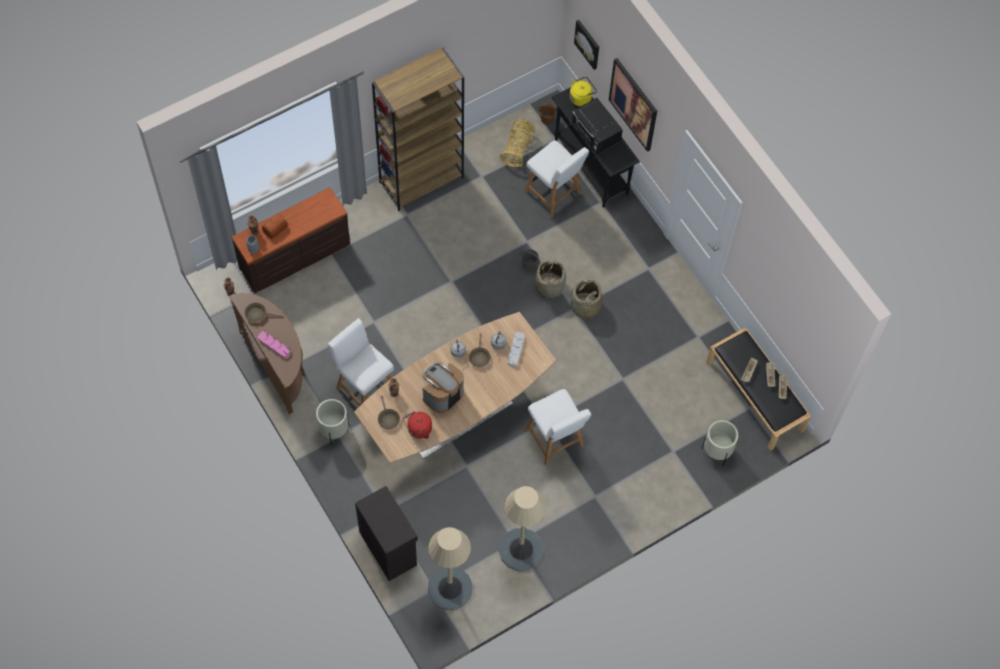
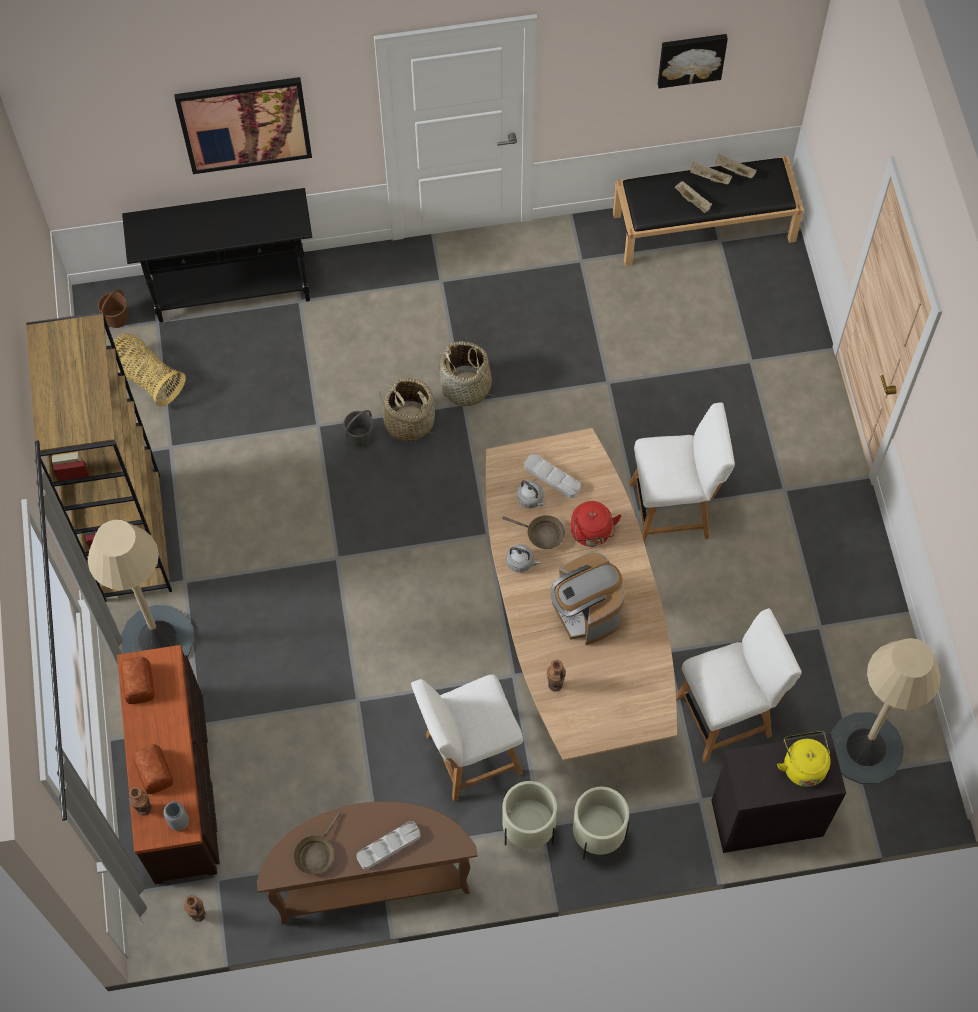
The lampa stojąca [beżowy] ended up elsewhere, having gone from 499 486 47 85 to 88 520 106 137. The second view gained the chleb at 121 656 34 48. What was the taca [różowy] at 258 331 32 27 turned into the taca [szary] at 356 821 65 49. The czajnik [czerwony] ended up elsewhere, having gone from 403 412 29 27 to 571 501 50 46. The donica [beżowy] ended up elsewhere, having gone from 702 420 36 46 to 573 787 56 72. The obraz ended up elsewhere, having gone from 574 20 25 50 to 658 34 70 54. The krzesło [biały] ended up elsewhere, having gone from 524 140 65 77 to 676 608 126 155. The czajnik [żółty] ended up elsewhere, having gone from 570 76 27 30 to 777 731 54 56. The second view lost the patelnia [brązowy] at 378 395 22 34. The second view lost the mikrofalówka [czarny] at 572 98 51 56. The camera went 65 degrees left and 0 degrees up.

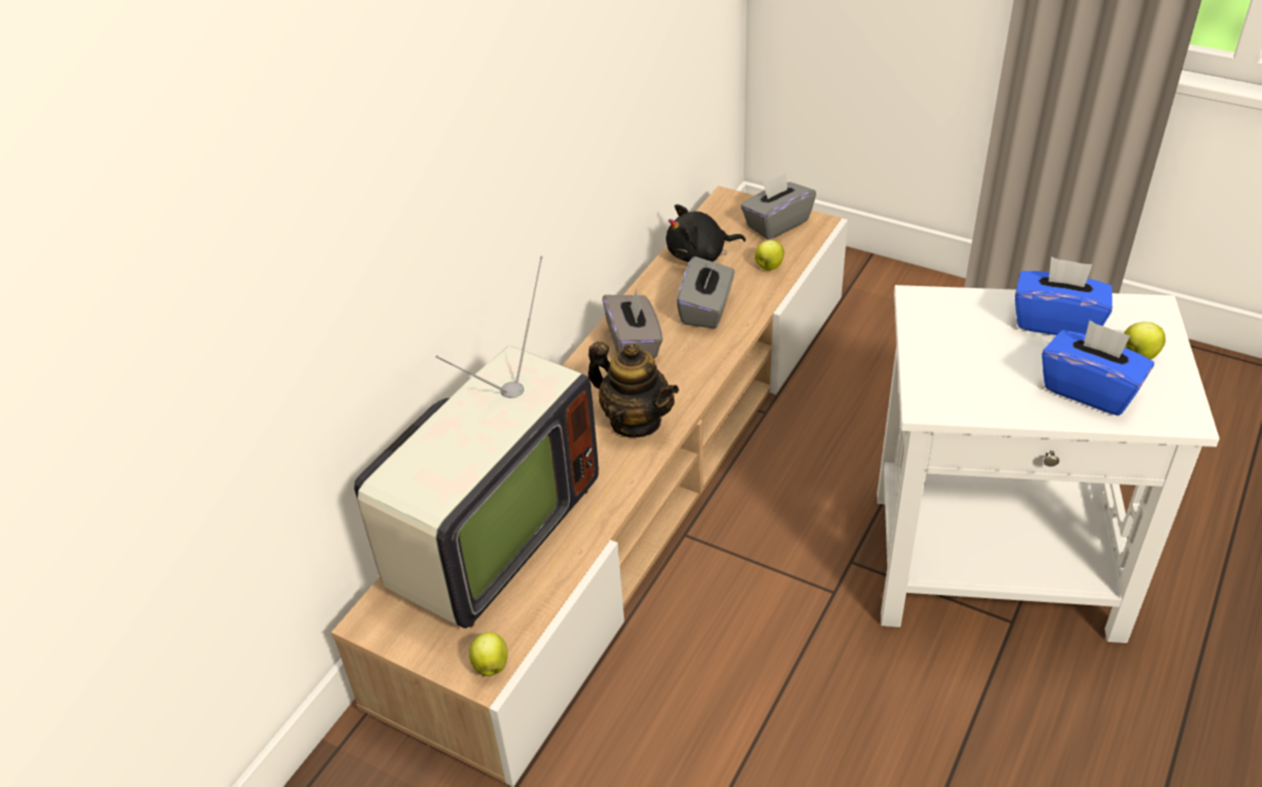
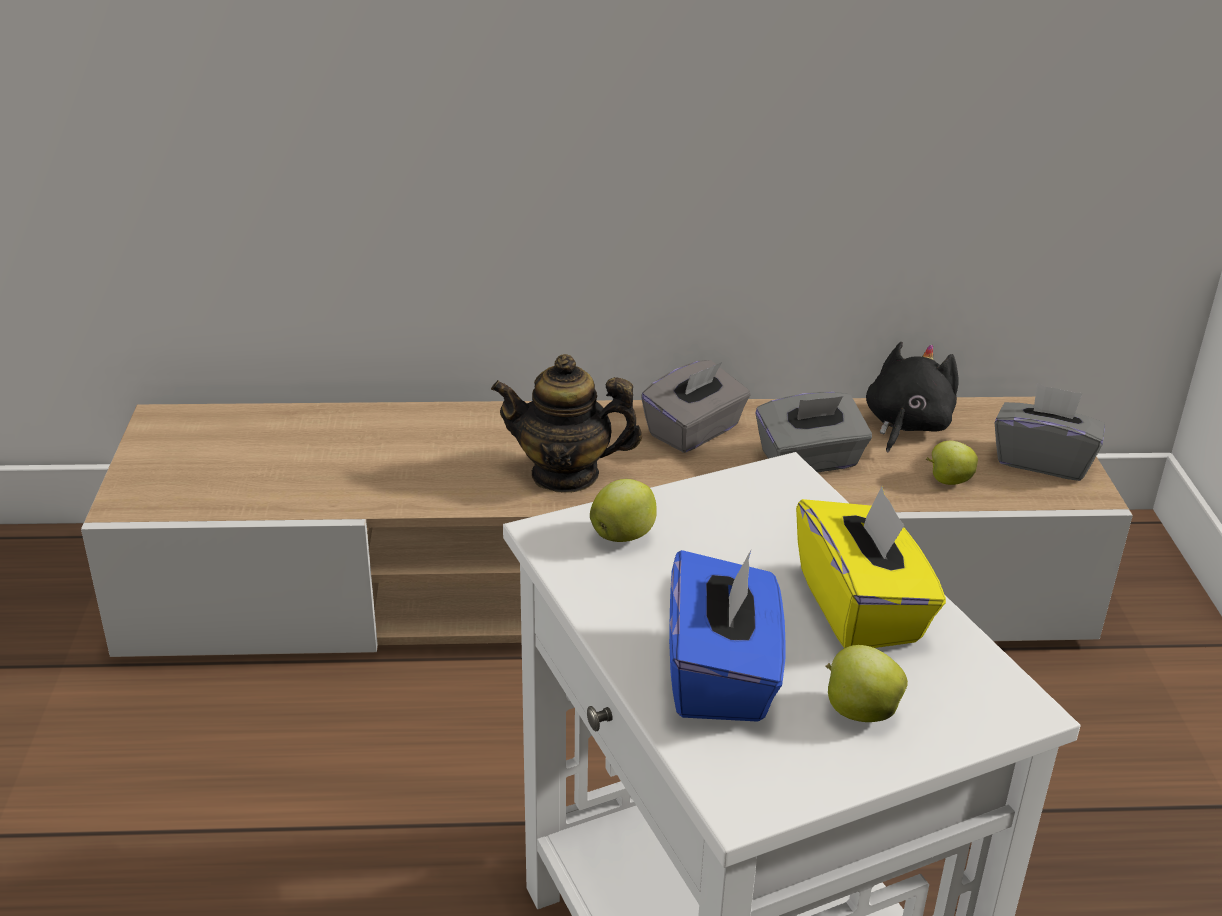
The imbryk at 588 341 91 97 ended up facing another way, 90 degrees clockwise from before. The jabłko ended up elsewhere, having gone from 469 632 39 44 to 590 479 66 63. What was the pudełko chusteczek [niebieski] at 1015 257 97 78 turned into the pudełko chusteczek [żółty] at 796 486 150 162. The pluszak [czarny] at 666 204 80 58 ended up facing another way, 75 degrees clockwise from before. The second view lost the telewizor at 354 256 245 372. The camera went 55 degrees right and 10 degrees down.

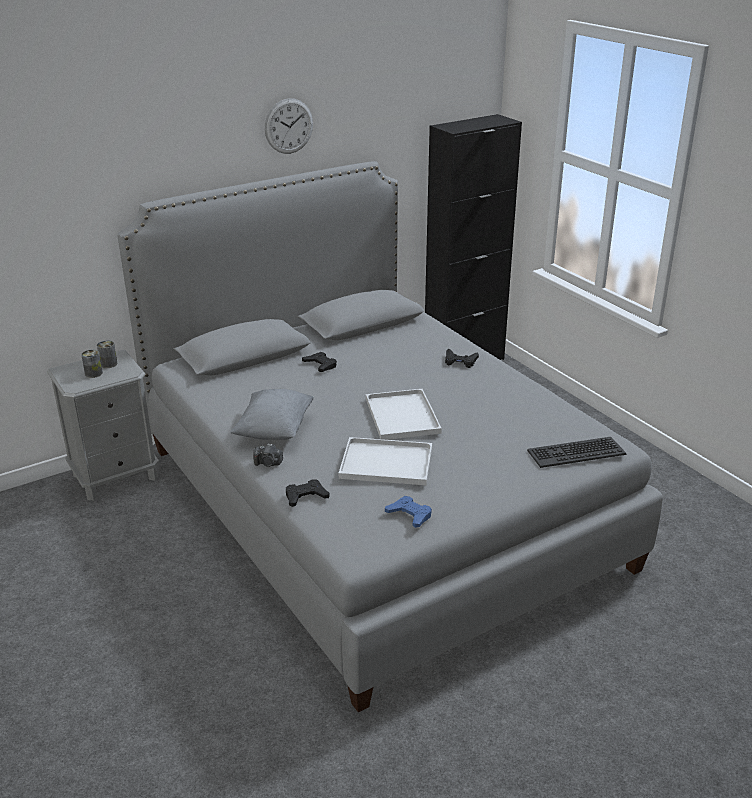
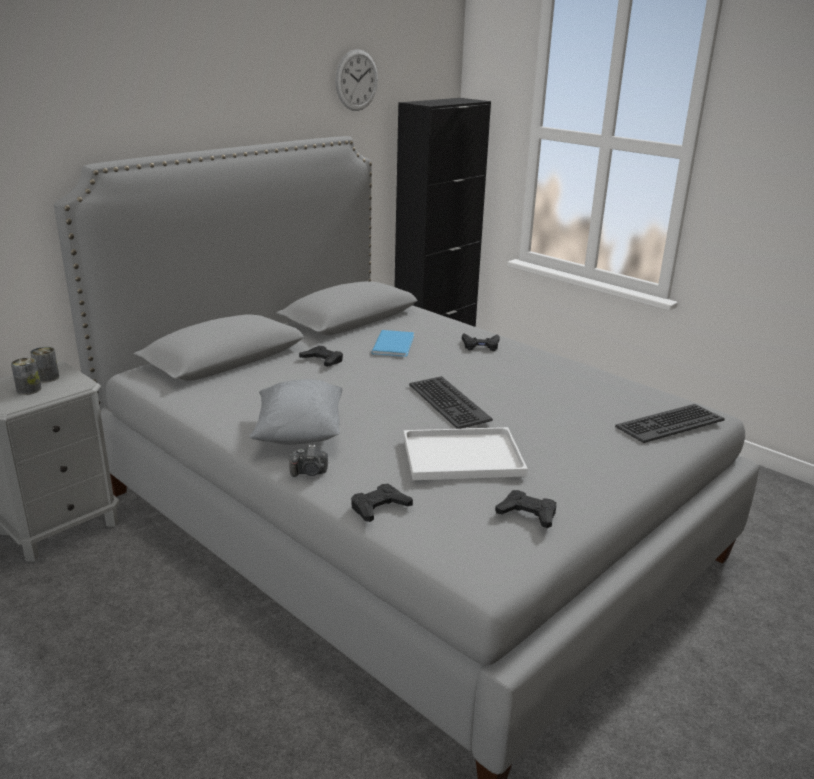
The zegar ścienny ended up elsewhere, having gone from 265 98 48 56 to 335 49 43 62. The second view gained the książka [niebieski] at 371 330 43 27. Where the taca [biały] stood at 366 389 76 51, the klawiatura came to stand at 409 376 84 53. What was the pad do gier [niebieski] at 385 496 47 32 turned into the pad do gier [czarny] at 495 490 61 38. The camera went 15 degrees left and 5 degrees down.

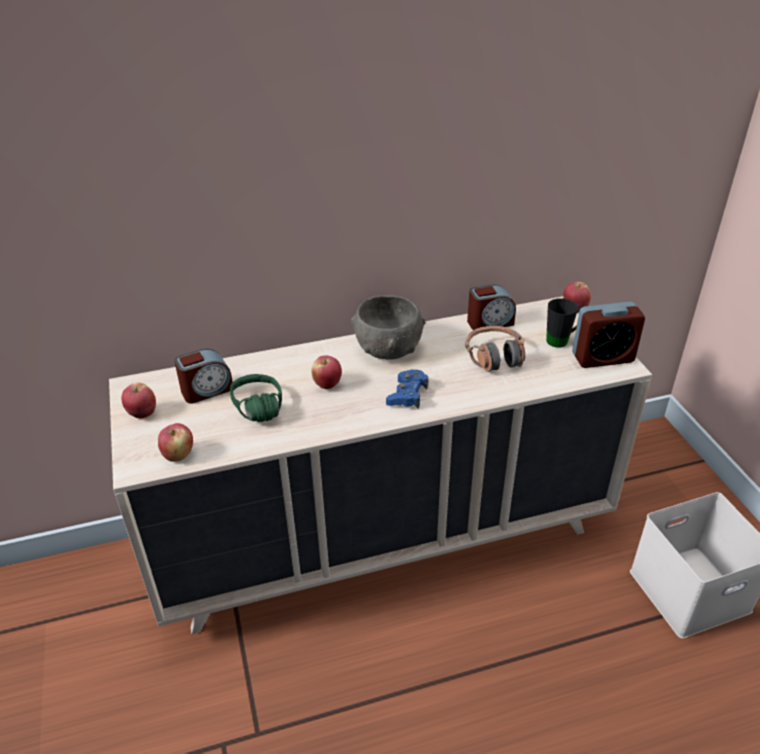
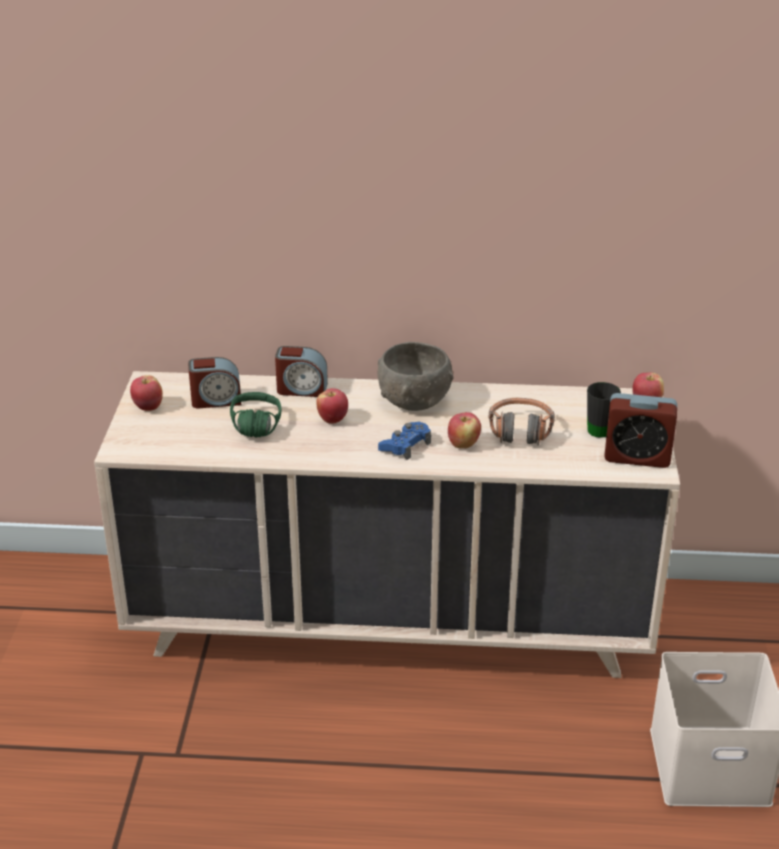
The budzik ended up elsewhere, having gone from 467 285 49 45 to 275 346 53 51. The jabłko ended up elsewhere, having gone from 158 423 35 39 to 448 412 33 37. The camera went 20 degrees right and 5 degrees down.

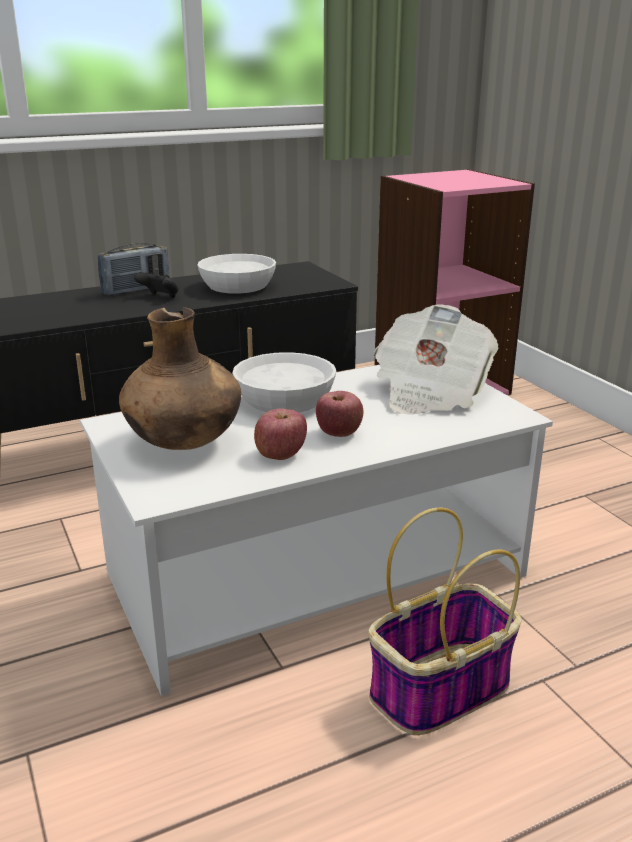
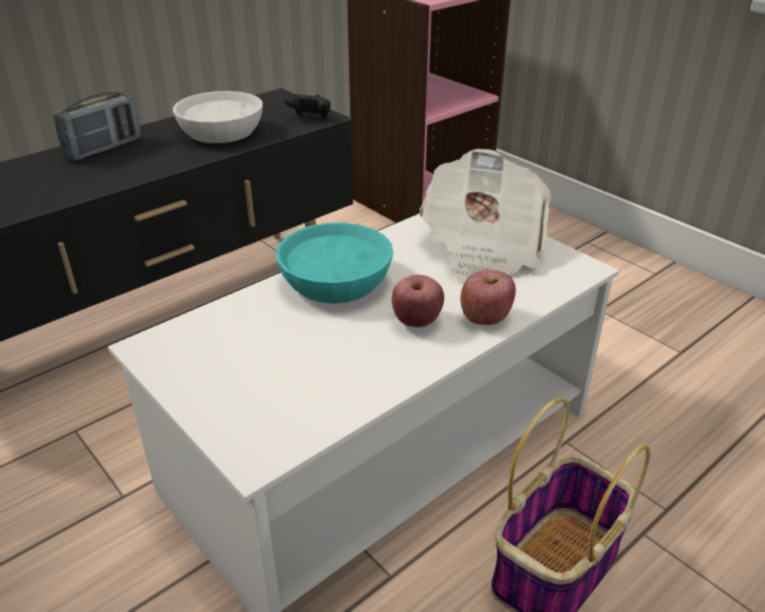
What was the miska [biały] at 232 352 104 60 turned into the miska [turkusowy] at 275 223 118 81. The pad do gier [czarny] ended up elsewhere, having gone from 134 273 45 25 to 284 94 47 24. The jabłko ended up elsewhere, having gone from 254 408 53 52 to 460 270 56 55. The second view lost the wazon [brązowy] at 119 307 122 143. The camera went 15 degrees left and 10 degrees up.

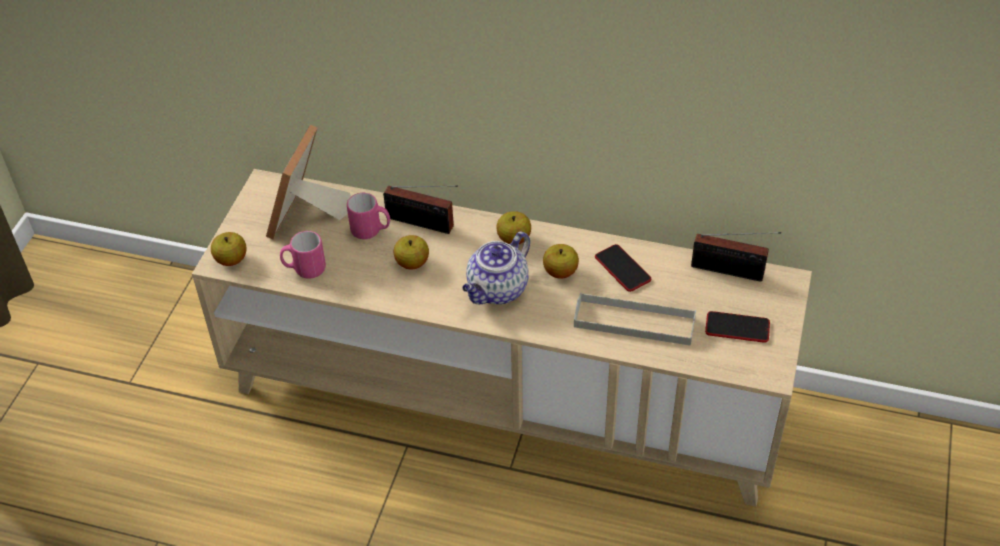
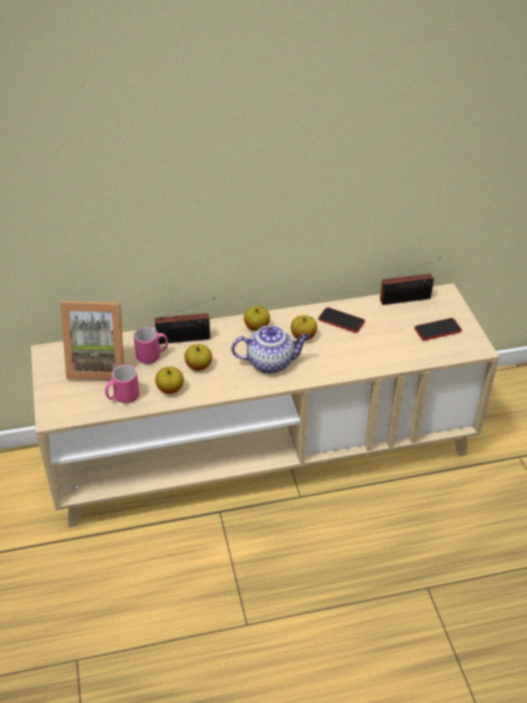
The ramka na zdjęcie at 266 125 85 114 ended up facing another way, 75 degrees counterclockwise from before. The jabłko ended up elsewhere, having gone from 211 232 36 34 to 155 367 29 27. The imbryk at 462 232 68 72 ended up facing another way, 105 degrees counterclockwise from before. The second view lost the taca [szary] at 574 292 122 54. The camera went 30 degrees left and 5 degrees down.

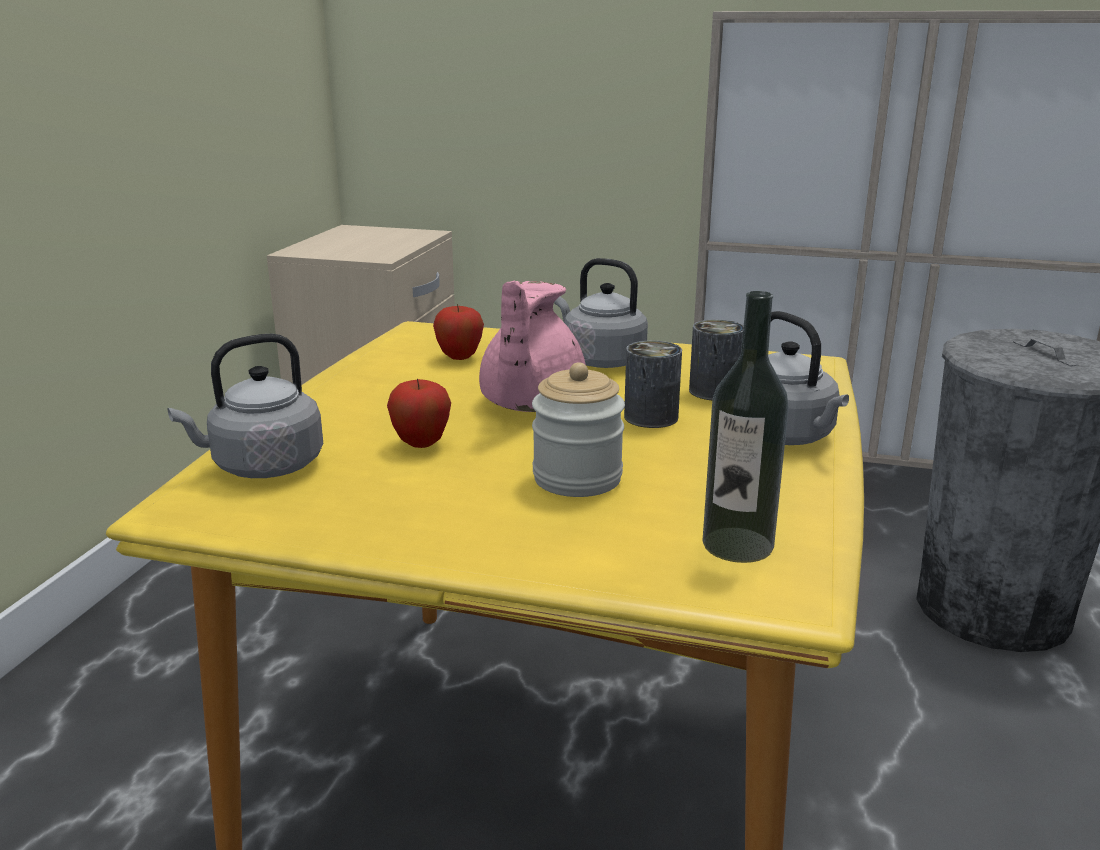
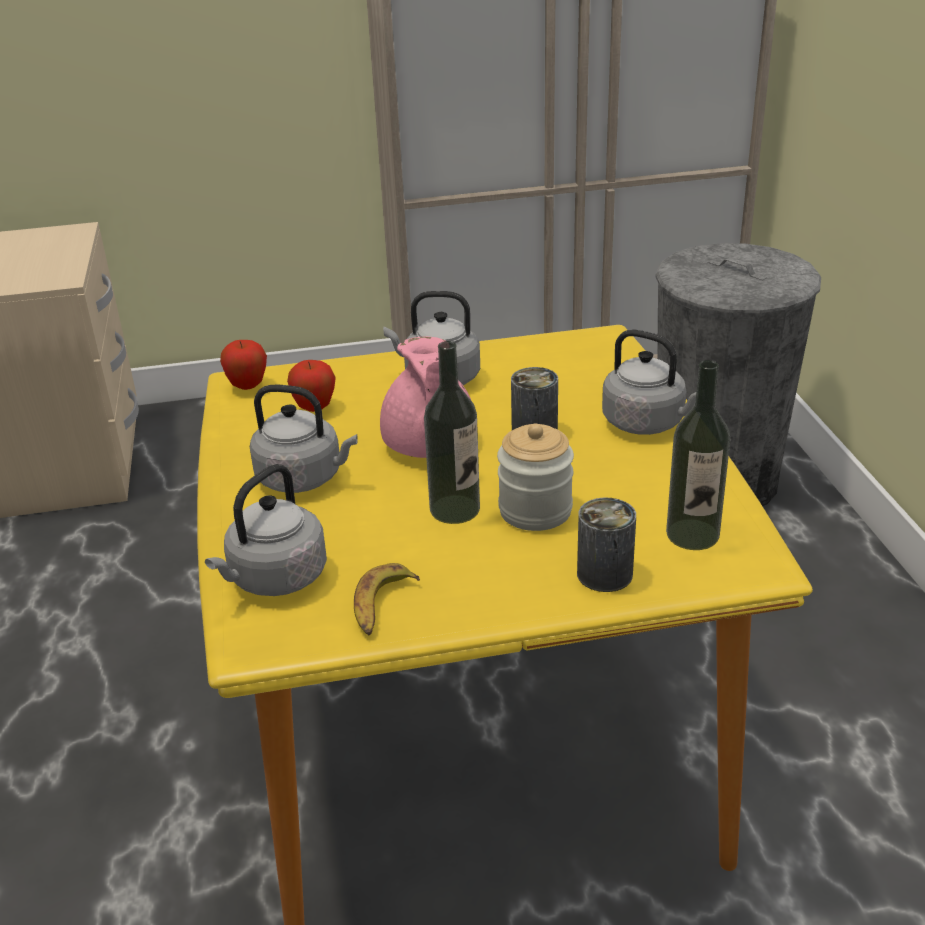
The jabłko ended up elsewhere, having gone from 387 379 64 69 to 220 340 47 50. The second view gained the czajnik [szary] at 250 385 108 108. The second view gained the banan at 354 563 66 72. The second view gained the butelka at 424 341 56 183. The puszka ended up elsewhere, having gone from 689 320 54 80 to 577 498 59 94. The camera went 25 degrees left and 10 degrees up.

